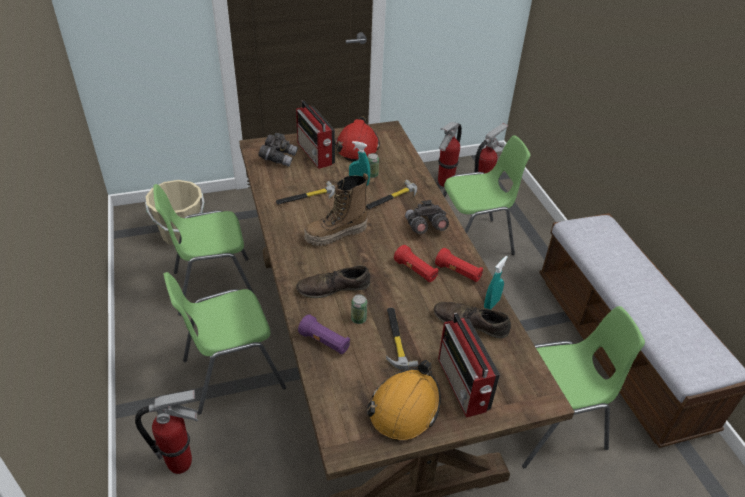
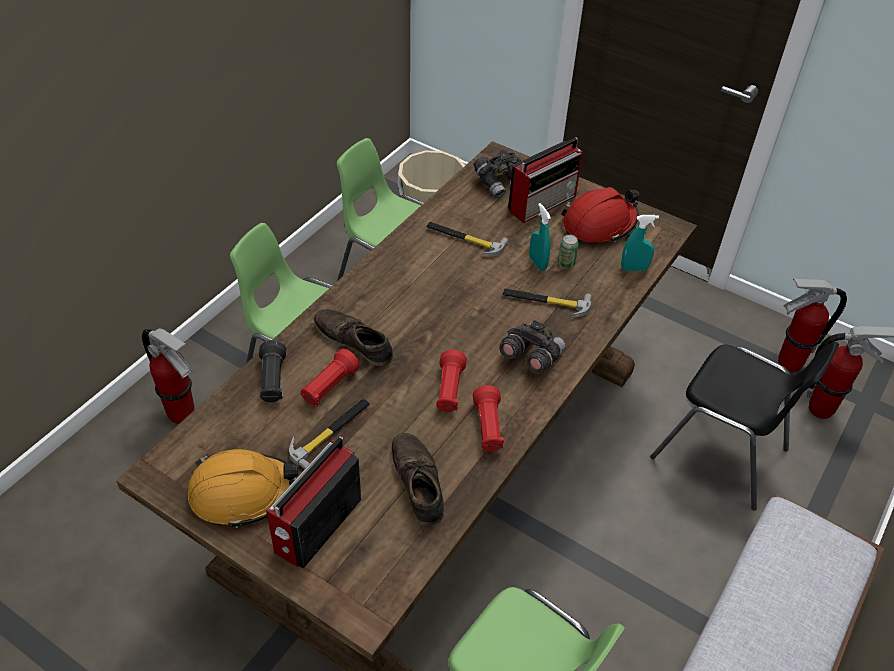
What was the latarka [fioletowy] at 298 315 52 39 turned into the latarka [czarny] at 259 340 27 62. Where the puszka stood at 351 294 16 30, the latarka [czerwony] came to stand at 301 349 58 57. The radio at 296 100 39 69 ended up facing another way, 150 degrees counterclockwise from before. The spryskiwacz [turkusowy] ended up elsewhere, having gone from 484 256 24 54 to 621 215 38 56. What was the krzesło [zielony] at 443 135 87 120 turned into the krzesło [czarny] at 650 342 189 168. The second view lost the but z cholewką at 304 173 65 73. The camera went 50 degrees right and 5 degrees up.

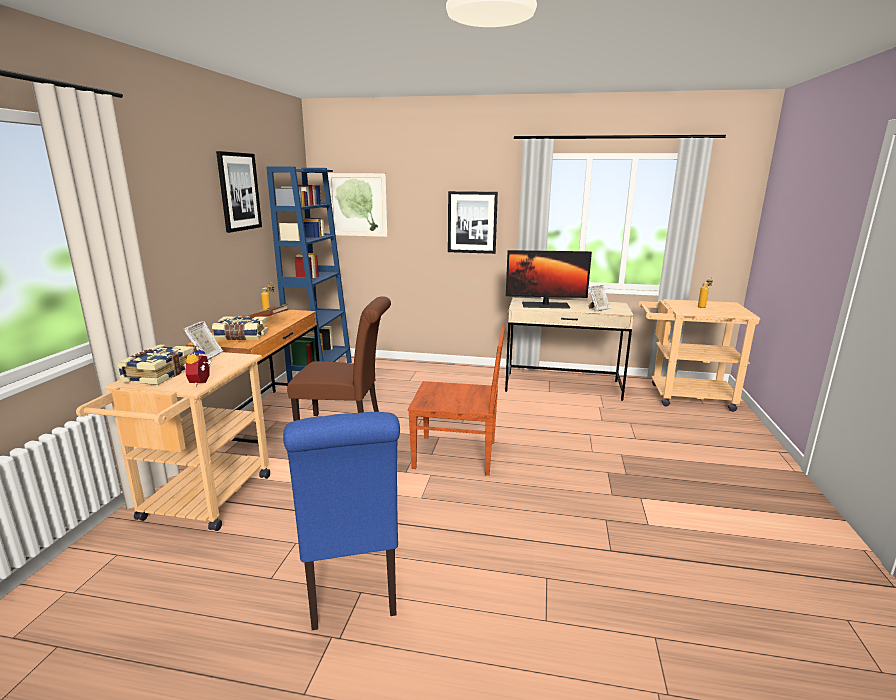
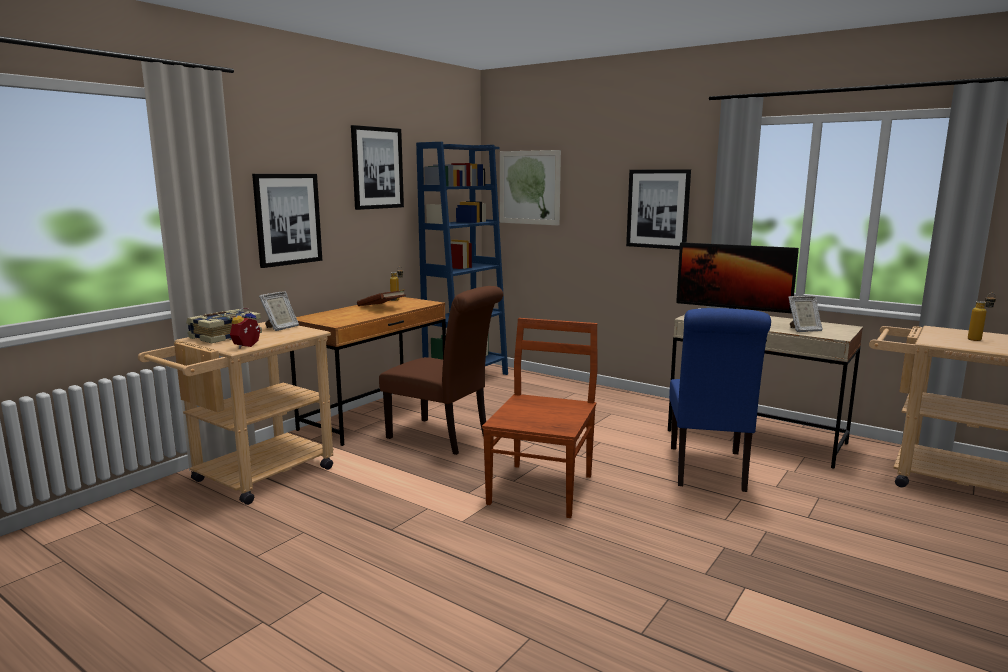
The second view gained the obraz at 252 174 70 94. The krzesło [brązowy] at 408 326 97 150 ended up facing another way, 105 degrees counterclockwise from before. The krzesło [niebieski] ended up elsewhere, having gone from 283 412 117 218 to 669 308 102 184. The second view lost the książka at 212 316 56 24. The camera went 25 degrees right and 5 degrees down.

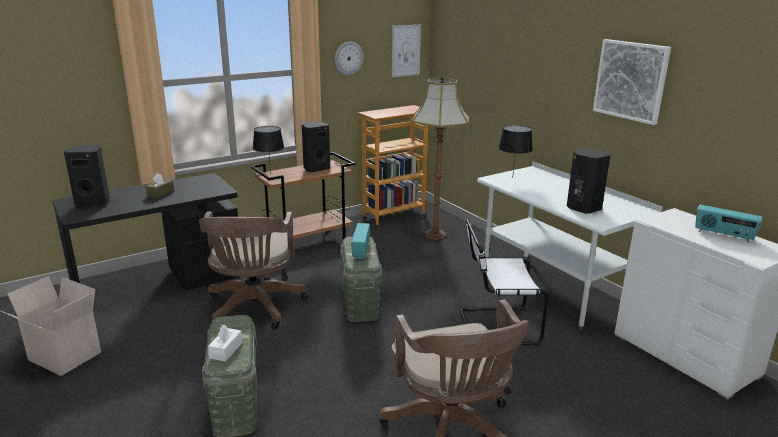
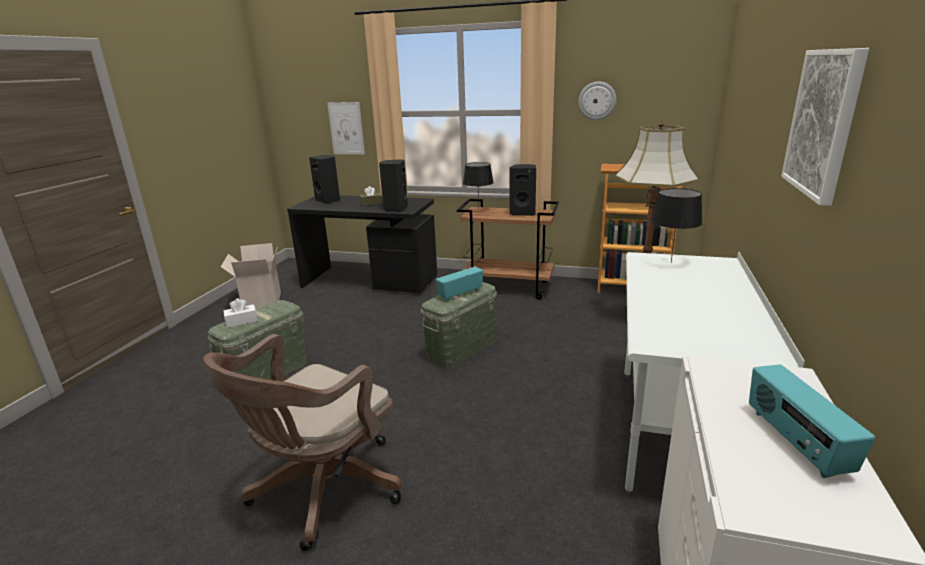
The obraz ended up elsewhere, having gone from 392 25 29 52 to 327 102 38 52. The głośnik [czarny] ended up elsewhere, having gone from 567 148 43 66 to 379 159 29 53. The second view lost the krzesło biurowe [brązowy] at 199 212 109 118. The second view lost the krzesło [biały] at 460 219 89 126. The camera went 50 degrees right and 0 degrees up.

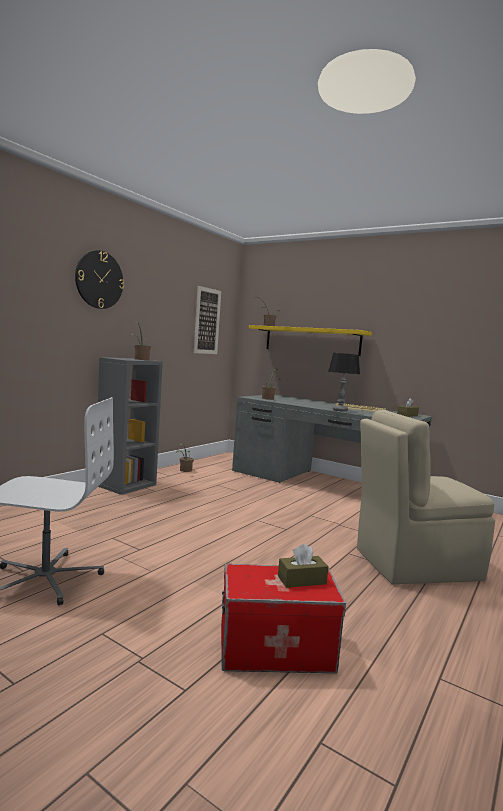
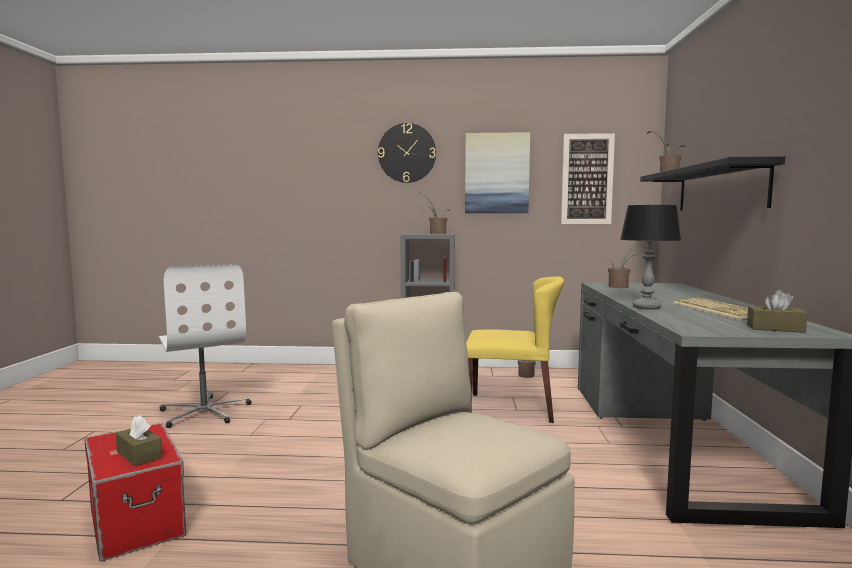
The second view gained the obraz at 465 132 65 81. The second view gained the krzesło [żółty] at 466 276 98 147. What was the półka [żółty] at 249 325 123 31 turned into the półka [czarny] at 640 156 145 55. The camera went 60 degrees right and 0 degrees up.

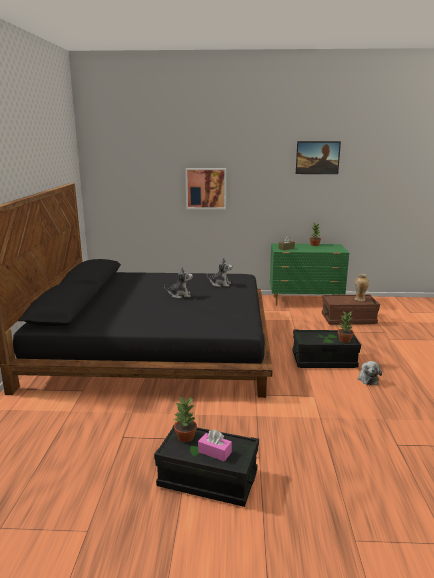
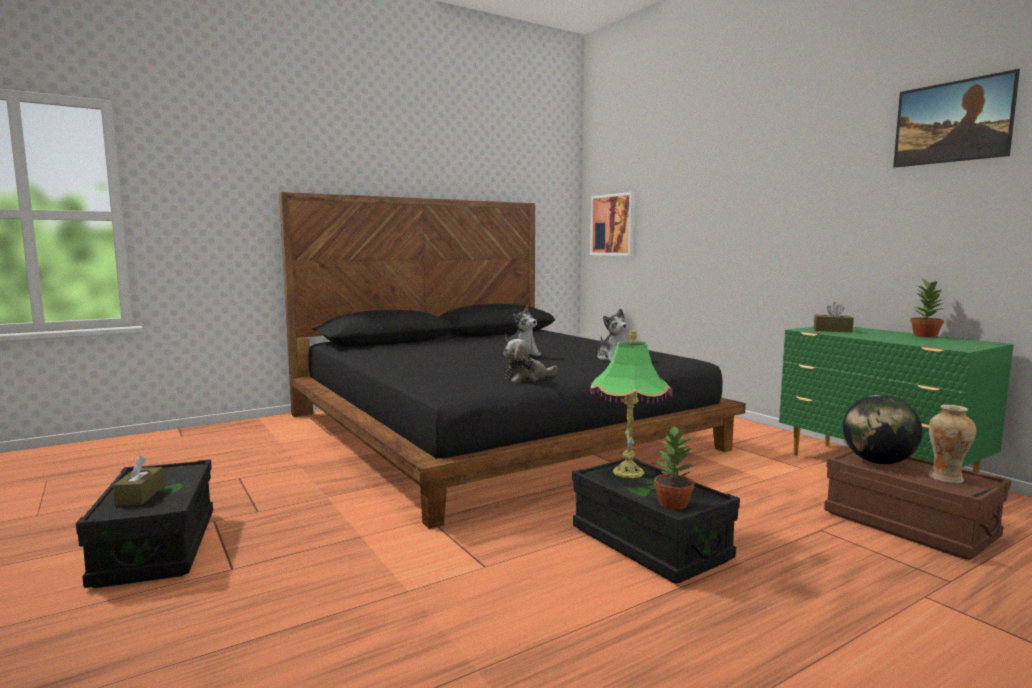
What was the pudełko chusteczek [różowy] at 198 430 34 31 turned into the pudełko chusteczek [brązowy] at 113 456 51 50. The pluszak ended up elsewhere, having gone from 357 361 25 24 to 503 339 54 43. The obraz ended up elsewhere, having gone from 185 168 41 41 to 590 192 45 64. The second view gained the lampa stołowa at 590 330 82 148. The second view gained the globus at 843 395 79 69. The second view lost the roślina doniczkowa at 174 396 23 46. The camera went 55 degrees right and 10 degrees down.

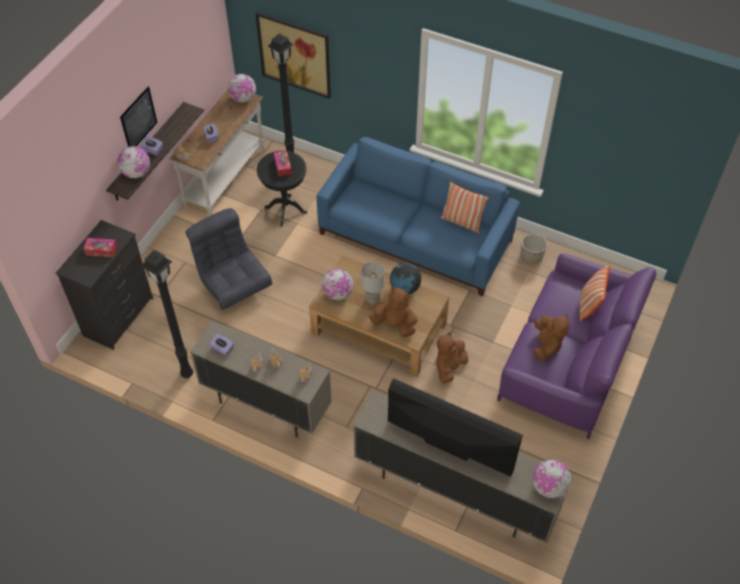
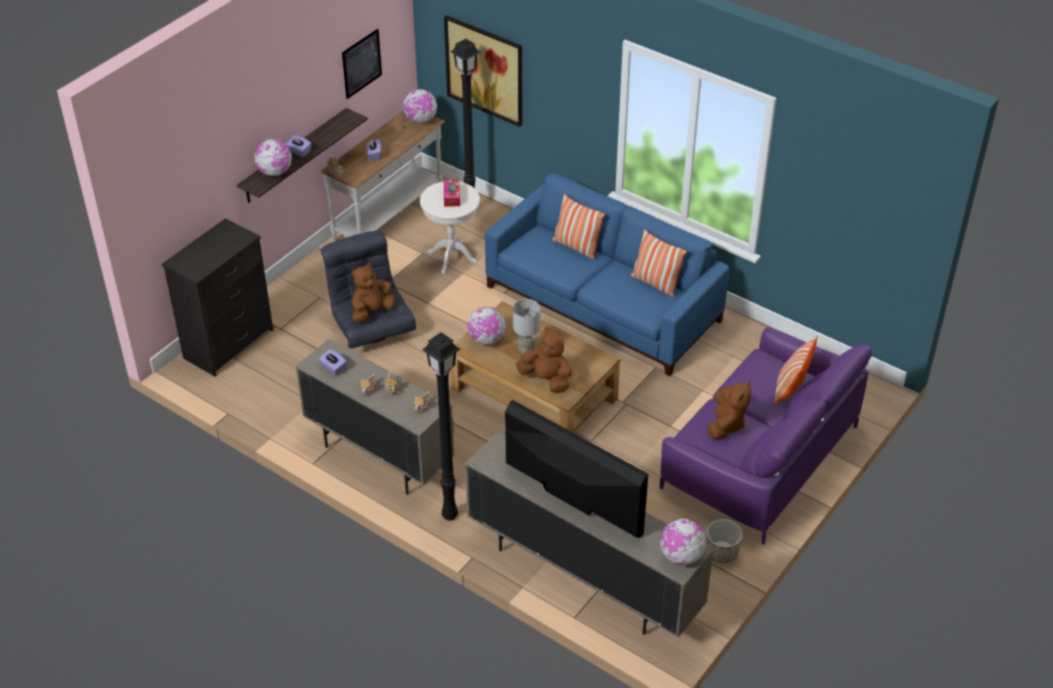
The obraz ended up elsewhere, having gone from 120 87 37 60 to 342 29 40 70. The pluszak [brązowy] ended up elsewhere, having gone from 437 332 31 51 to 351 263 44 60. What was the stolik [czarny] at 257 151 50 76 turned into the stolik [biały] at 420 181 60 93. The lampa stojąca [czarny] ended up elsewhere, having gone from 141 250 52 128 to 422 332 38 189. The second view gained the poduszka at 552 194 53 65. The donica ended up elsewhere, having gone from 521 234 26 30 to 706 519 37 44. The second view lost the pudełko chusteczek at 84 238 33 19. The second view lost the globus at 390 263 31 31. The camera went 10 degrees right and 10 degrees down.

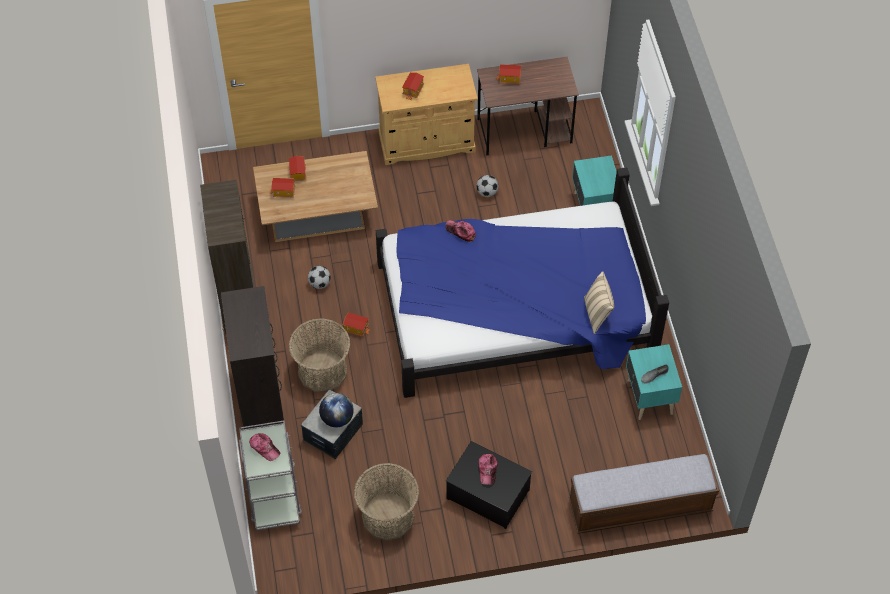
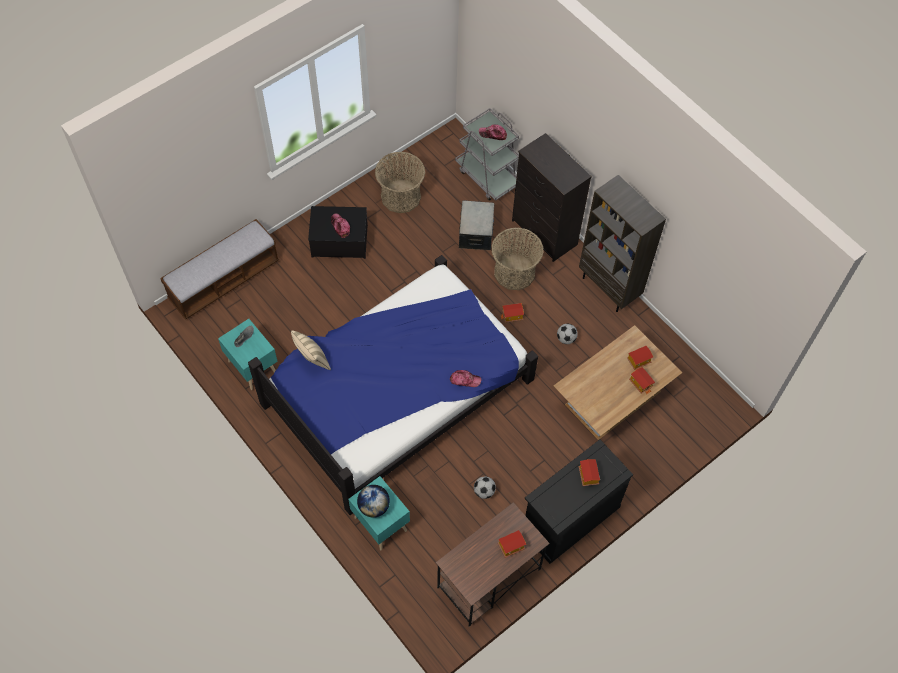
The globus ended up elsewhere, having gone from 319 393 35 34 to 357 485 33 33. What was the szafka [beżowy] at 375 64 103 101 turned into the szafka [czarny] at 524 439 109 125. The camera went 150 degrees right and 5 degrees up.

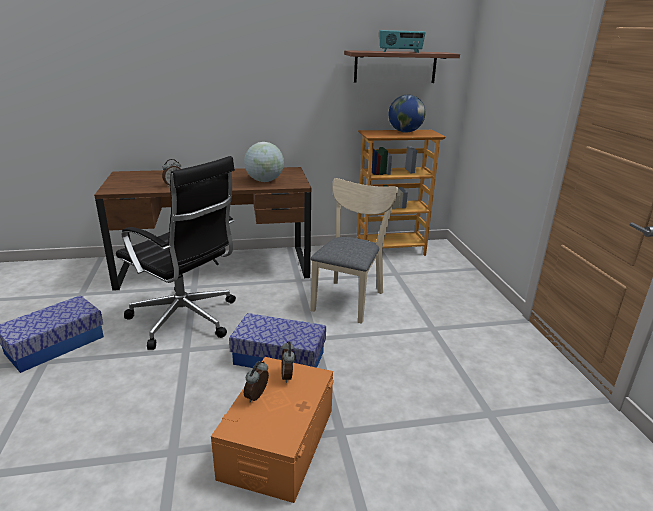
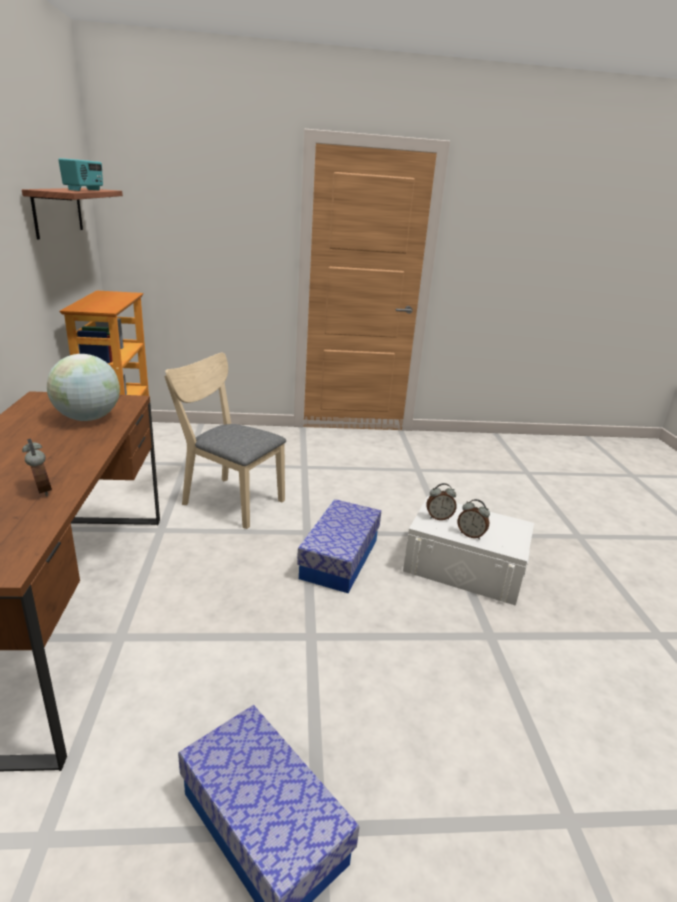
What was the pojemnik do przechowywania [pomarańczowy] at 211 357 123 146 turned into the pojemnik do przechowywania [biały] at 403 496 131 110. The second view lost the krzesło biurowe [czarny] at 116 156 120 194. The second view lost the globus at 388 95 37 38. The camera went 85 degrees left and 0 degrees up.

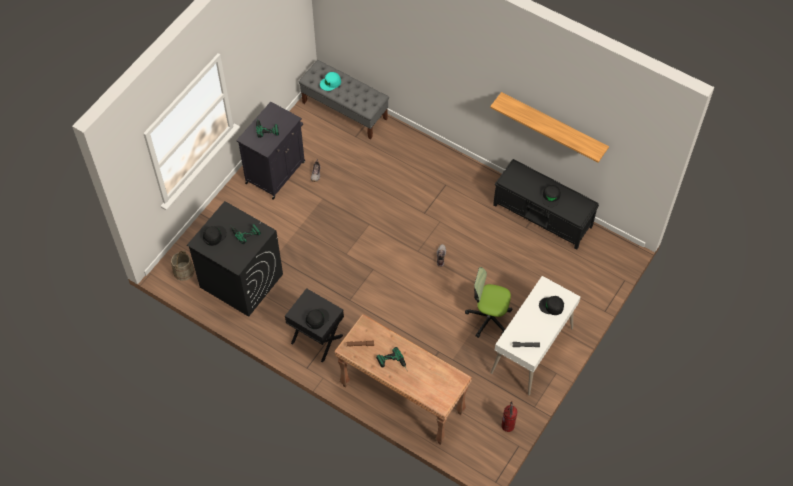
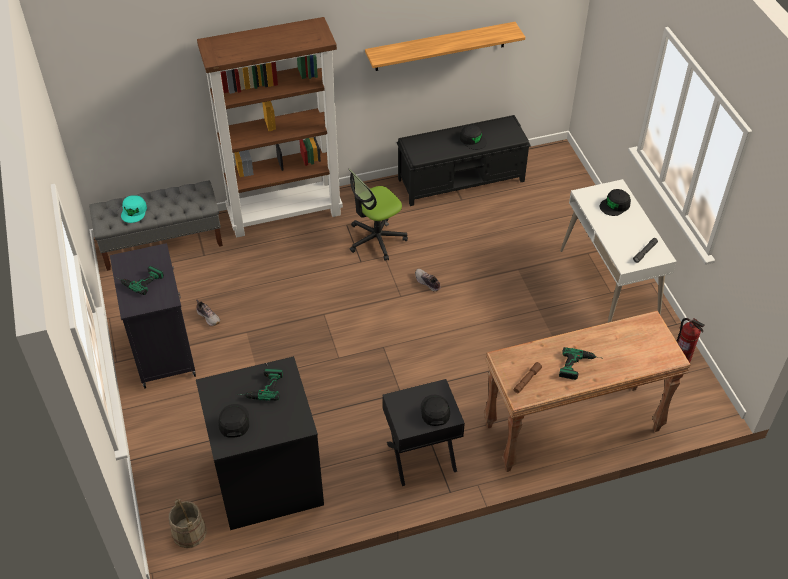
The second view gained the regał [brązowy] at 197 17 146 221. The krzesło biurowe ended up elsewhere, having gone from 465 267 47 71 to 349 169 59 92. The camera went 50 degrees left and 10 degrees down.

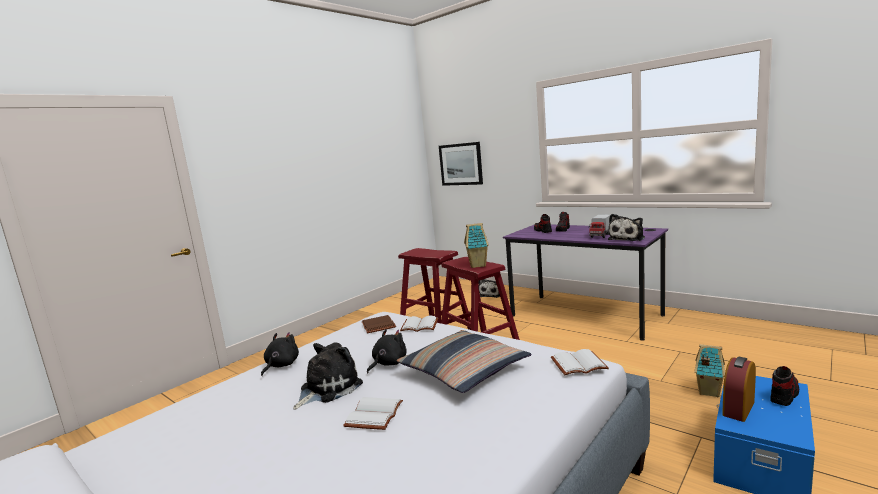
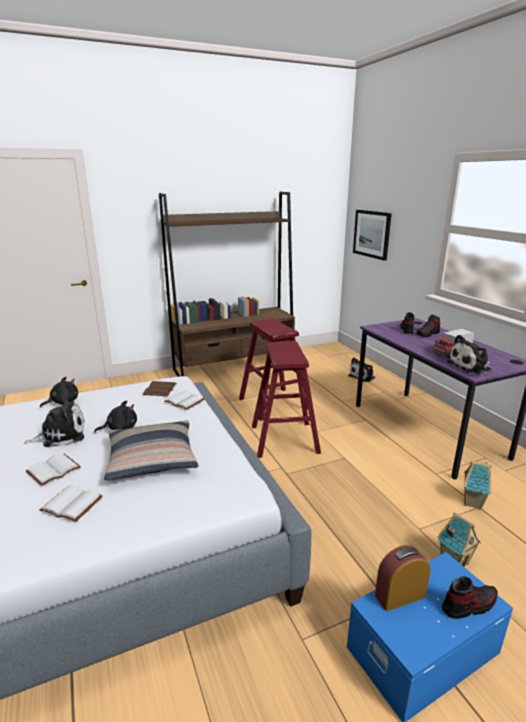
The książka [biały] ended up elsewhere, having gone from 551 349 58 26 to 39 485 64 37. The second view gained the regał [brązowy] at 159 191 136 186. The domek ended up elsewhere, having gone from 464 223 25 45 to 464 461 28 49. The camera went 25 degrees right and 10 degrees up.

